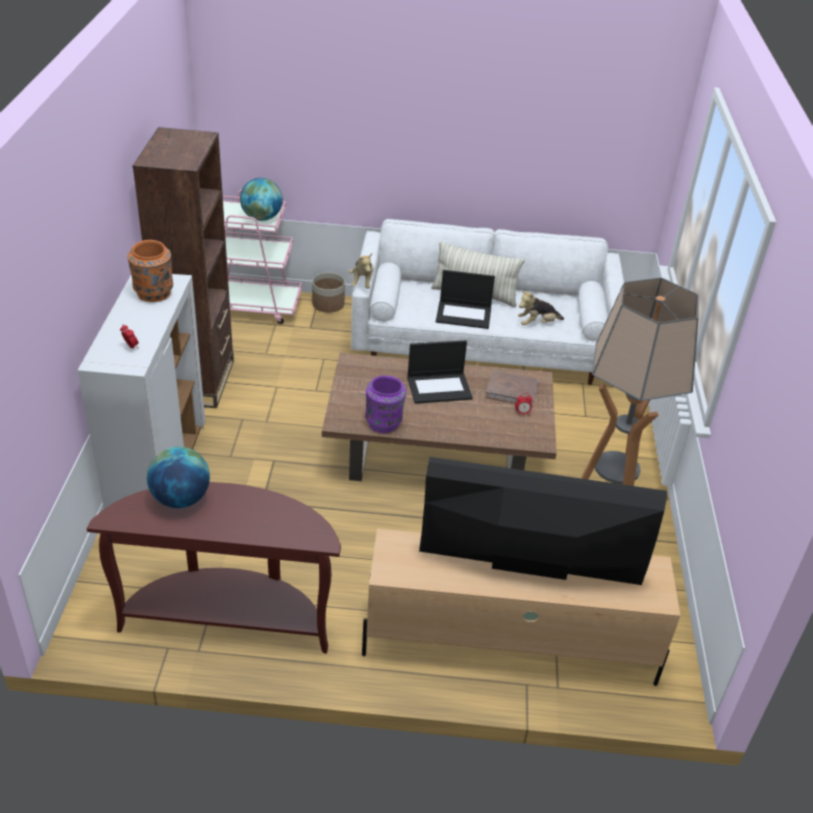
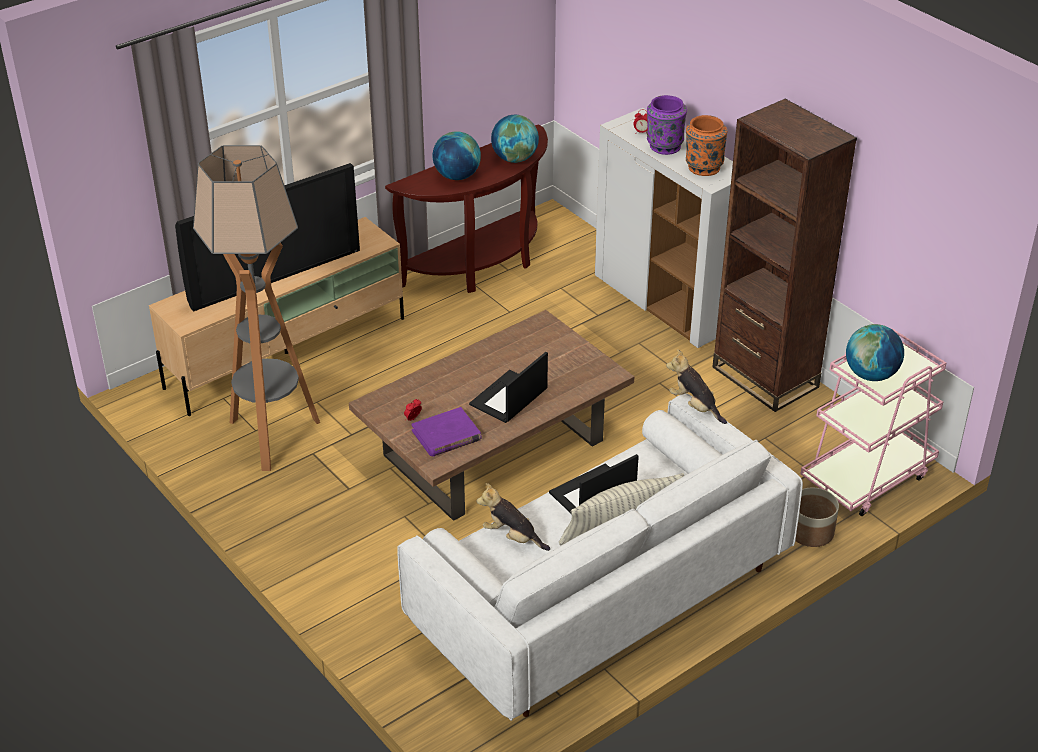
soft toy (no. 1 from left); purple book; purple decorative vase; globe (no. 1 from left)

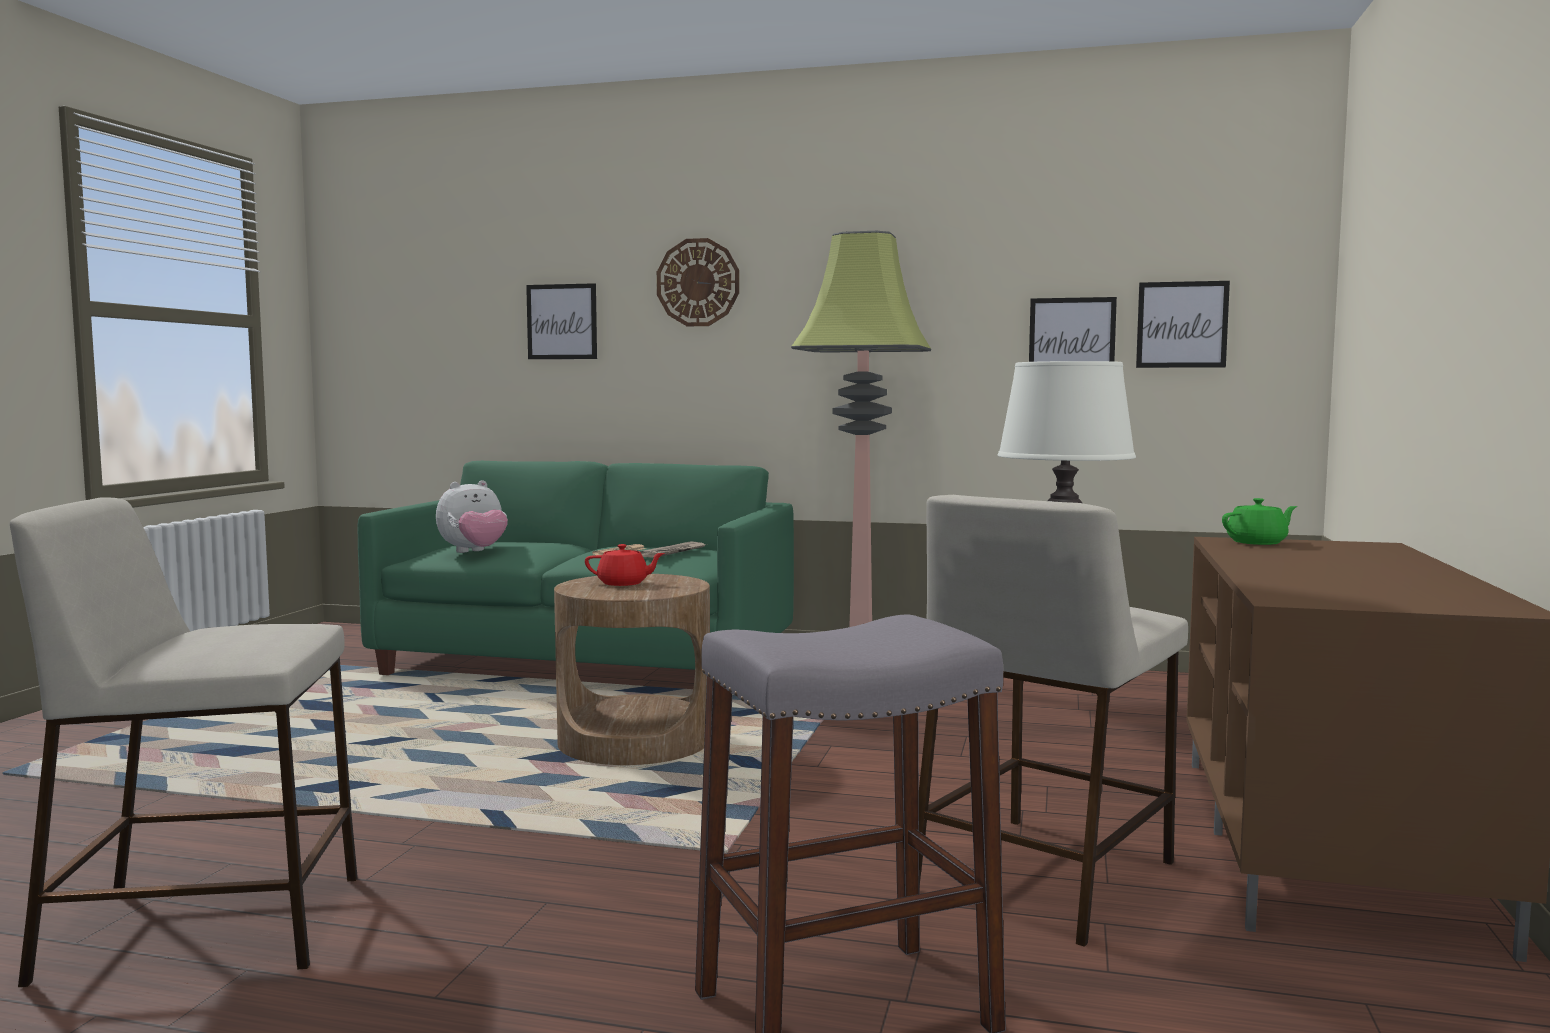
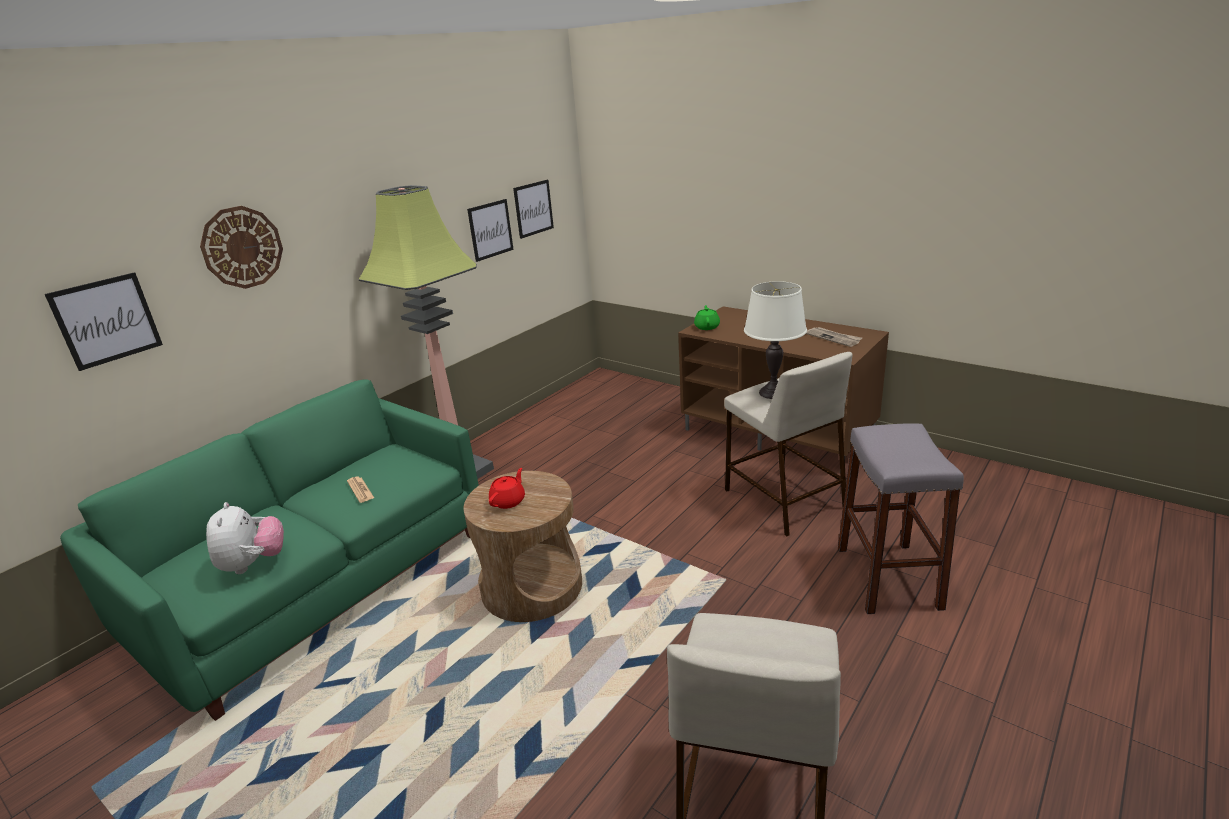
daily paper (no. 2 from left)

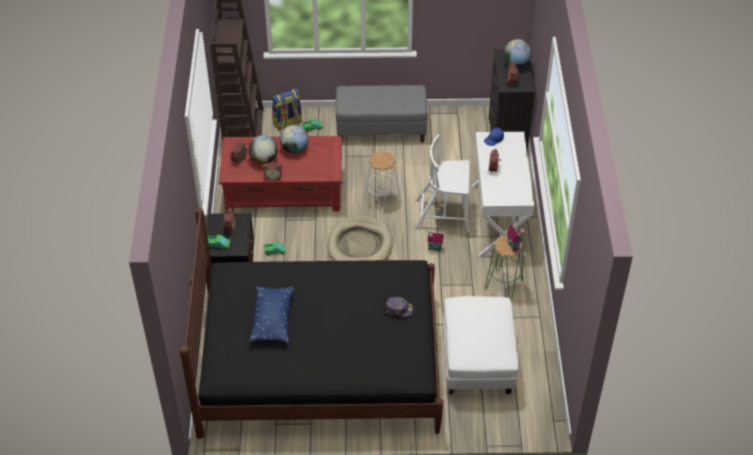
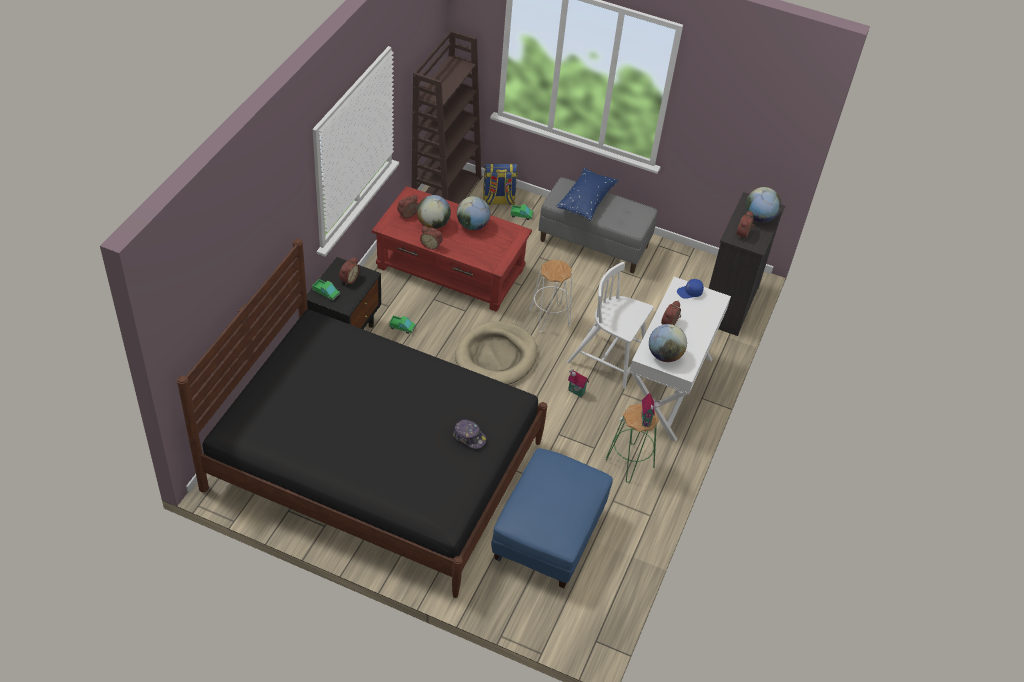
bluish cushion; bluish ottoman; globe (no. 3 from left)

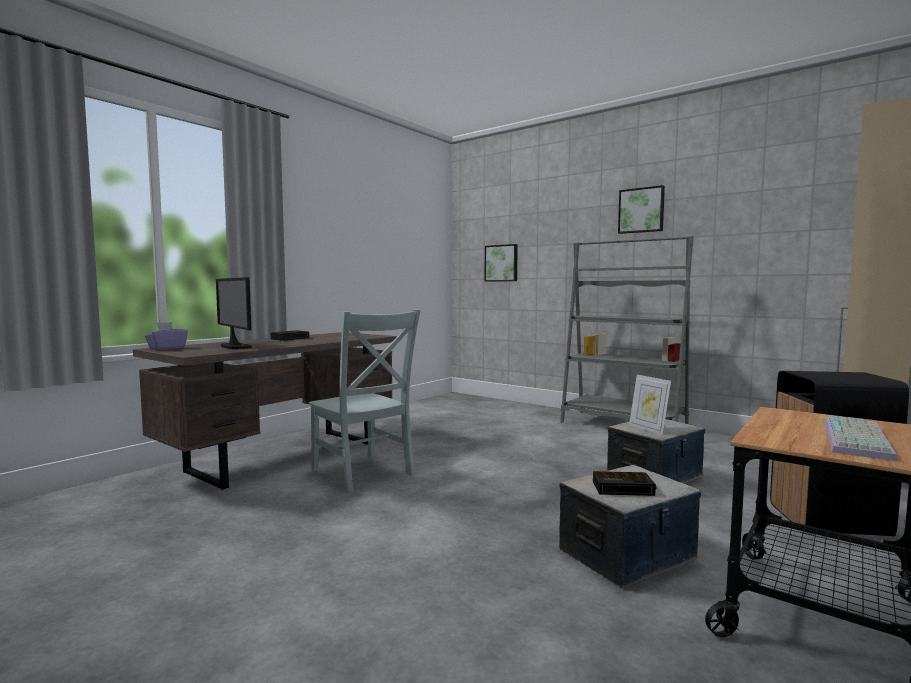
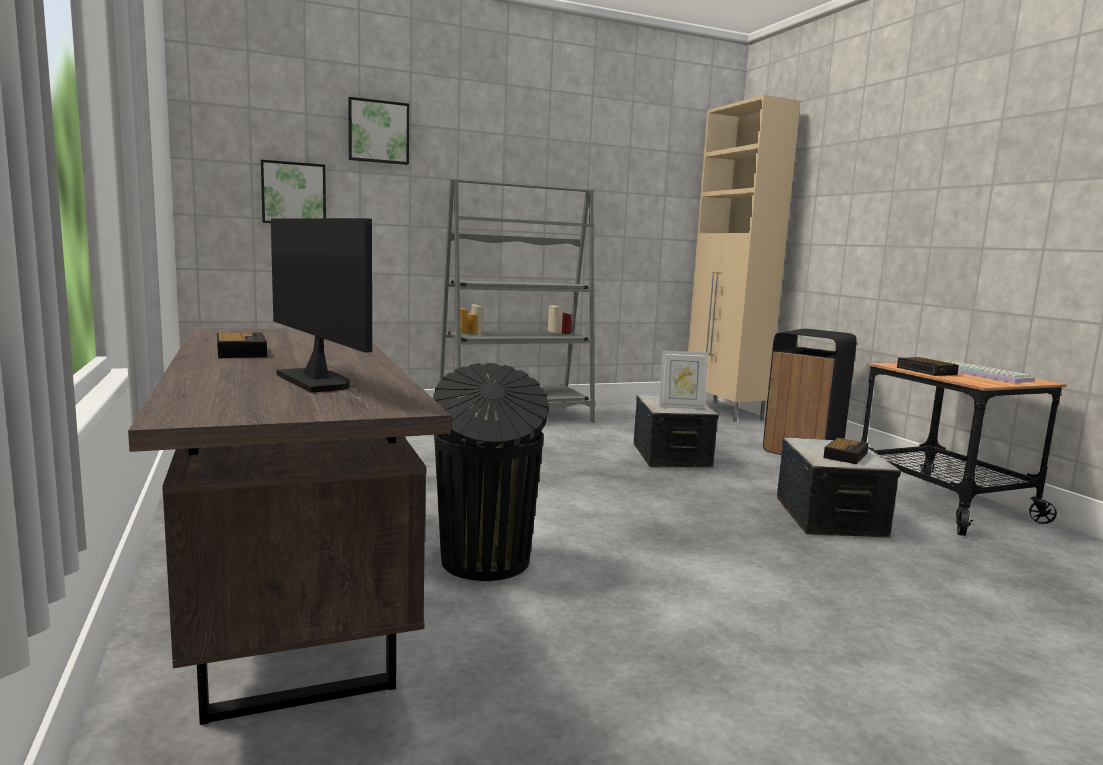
wall picture (no. 2 from left); monitor; black-coloured trash can (no. 1 from left); purple tissue holder; bedside clock (no. 3 from left)

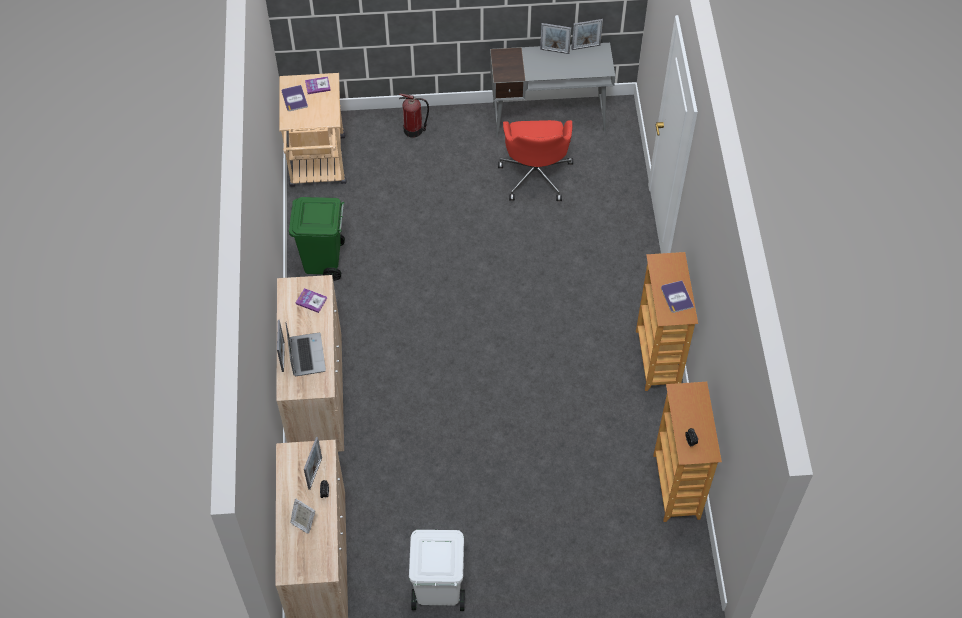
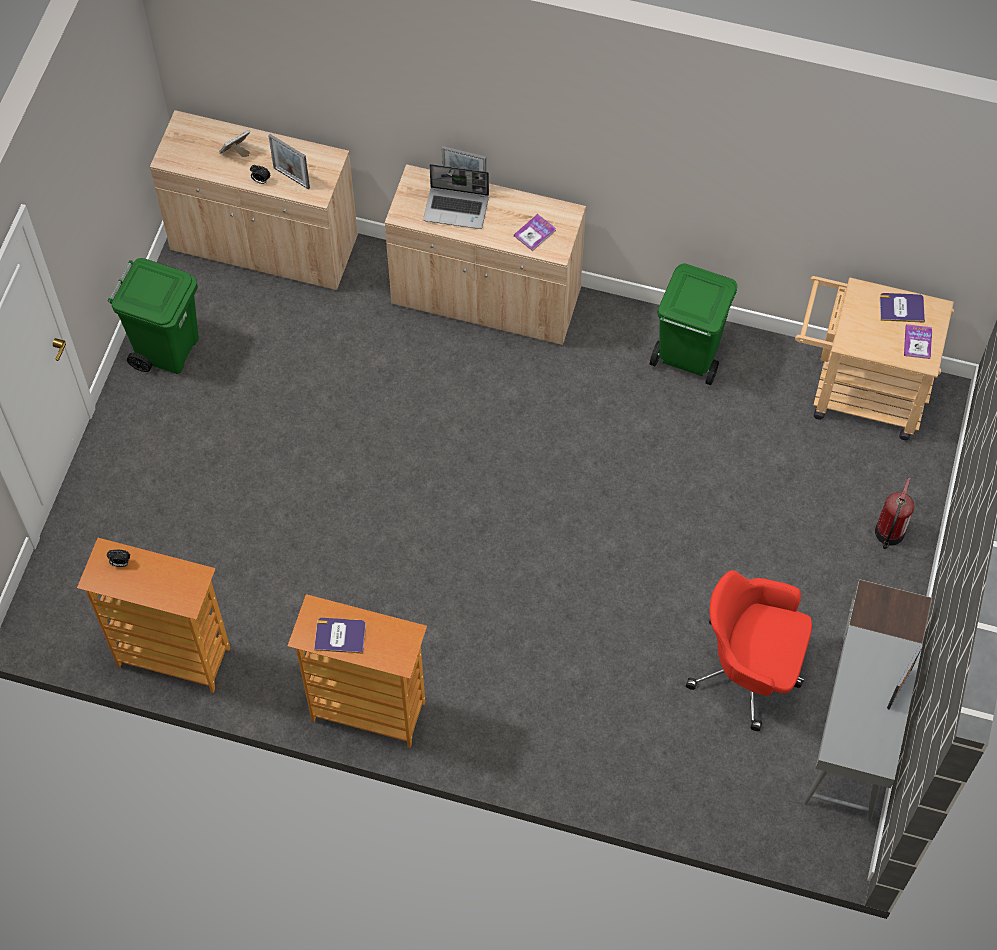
standing frame (no. 5 from left in the first image); greenish trash can (no. 1 from left)

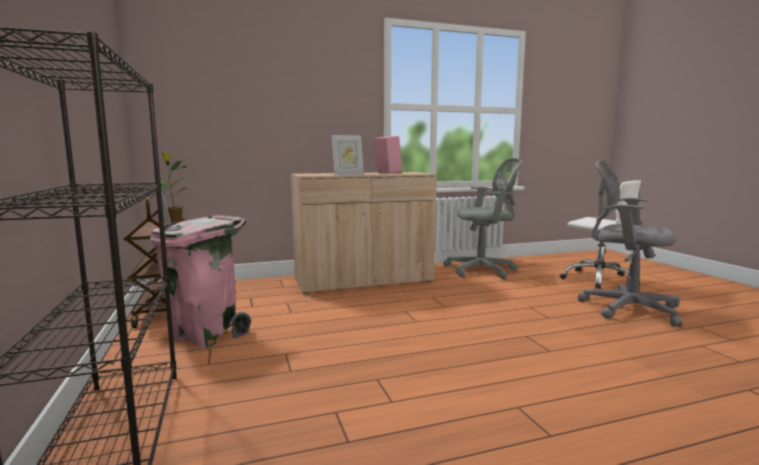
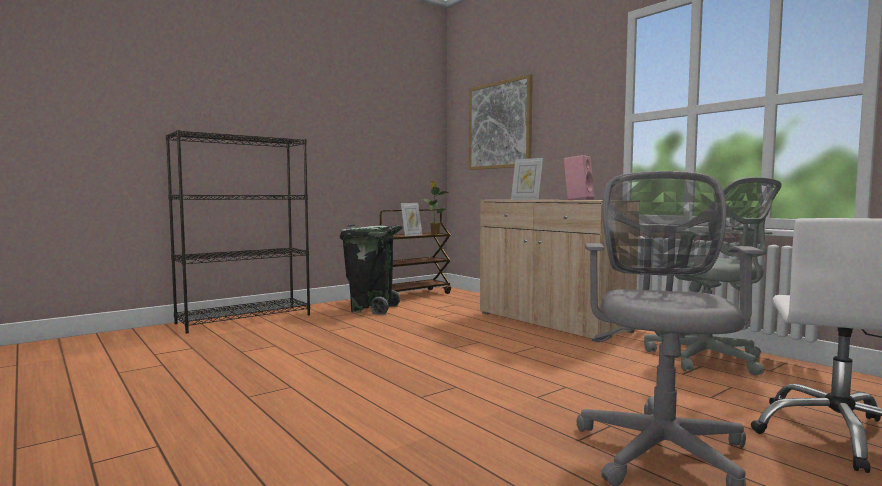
black-coloured trash can; wall picture

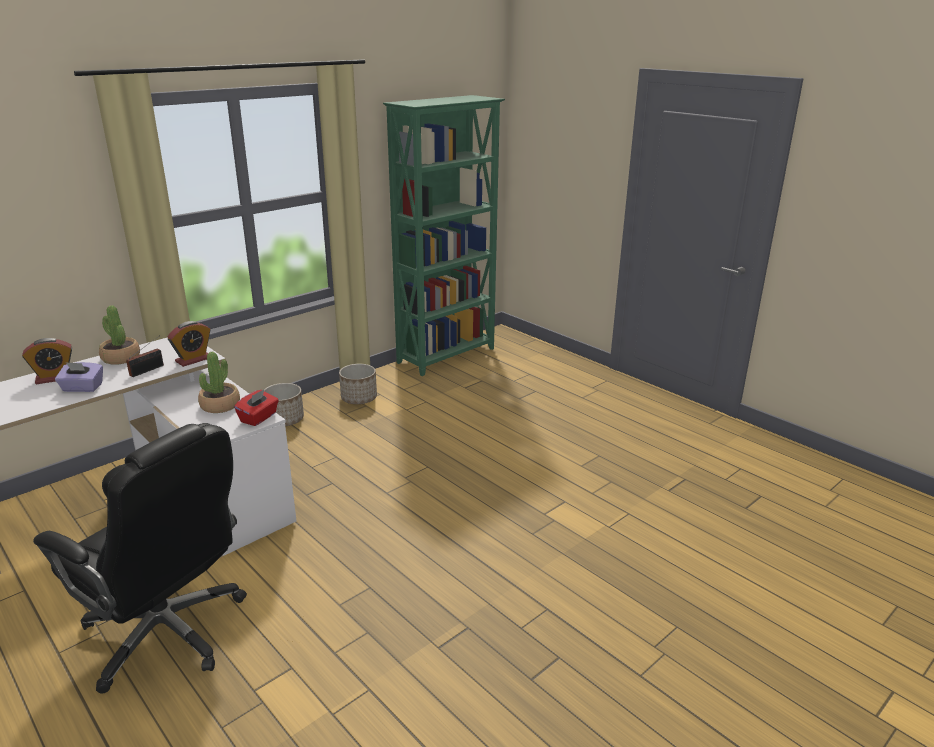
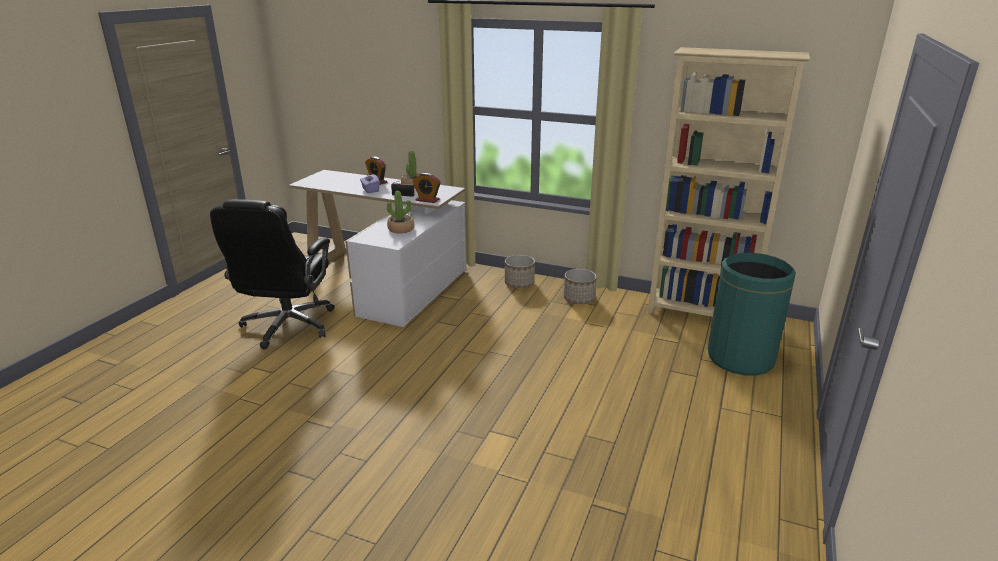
beige shelving unit; reddish tissue holder; greenish trash can

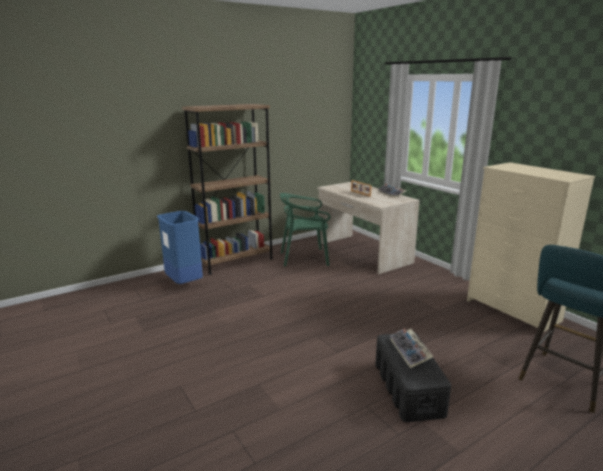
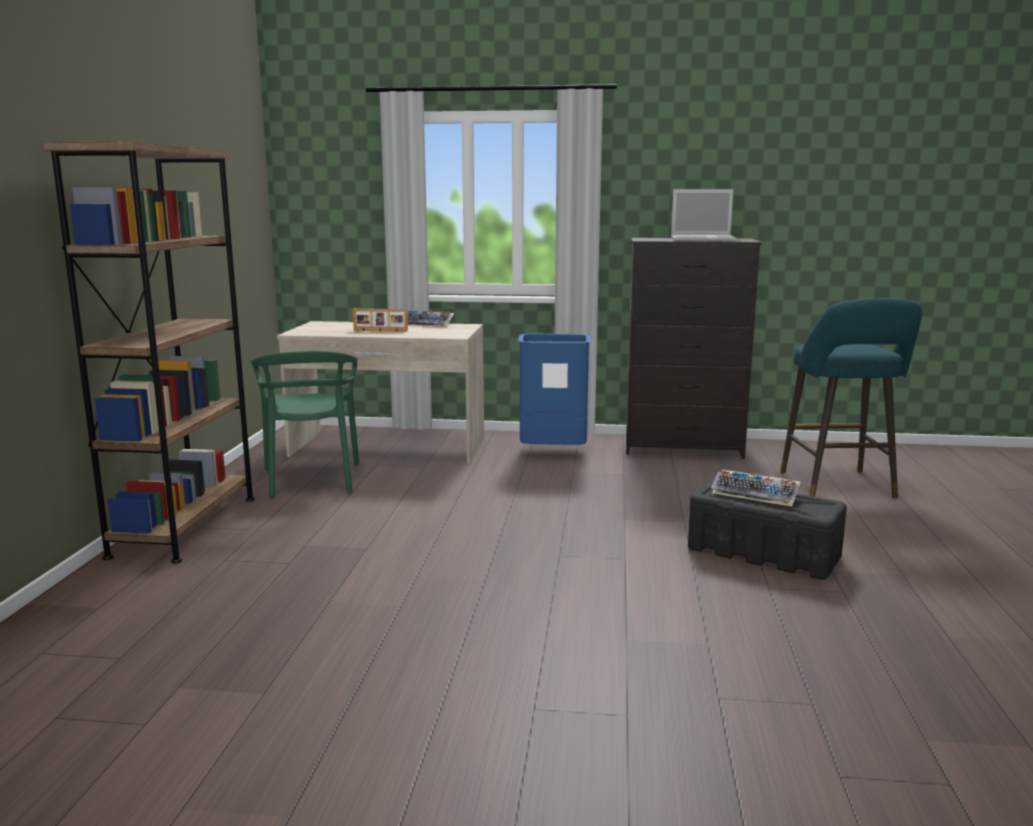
black-coloured chest of drawers; greenish upright chair; bluish trash can; laptop

